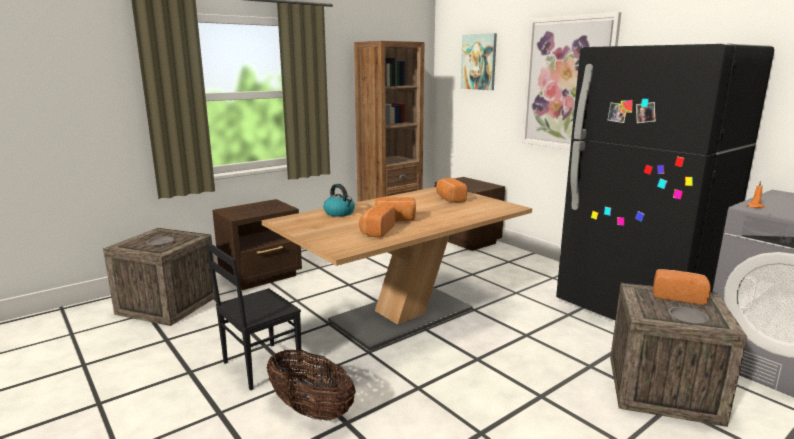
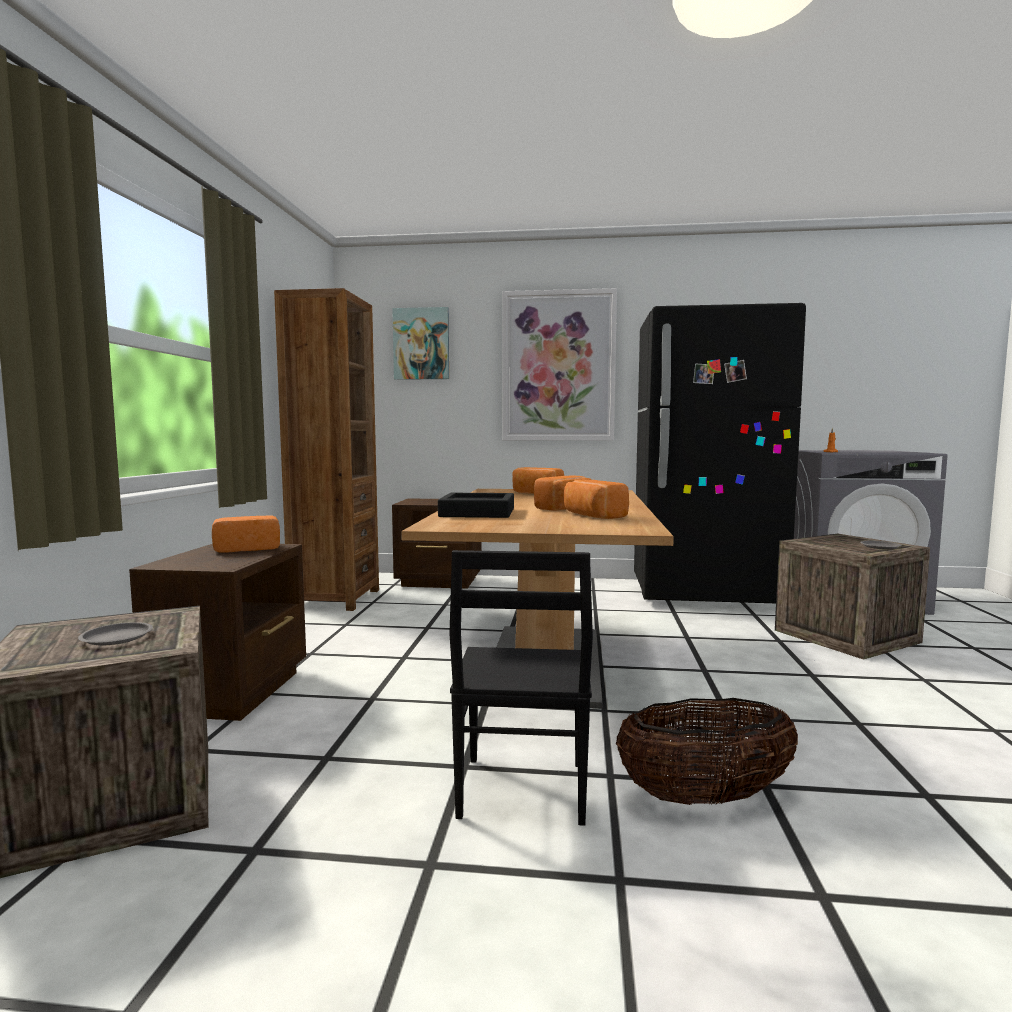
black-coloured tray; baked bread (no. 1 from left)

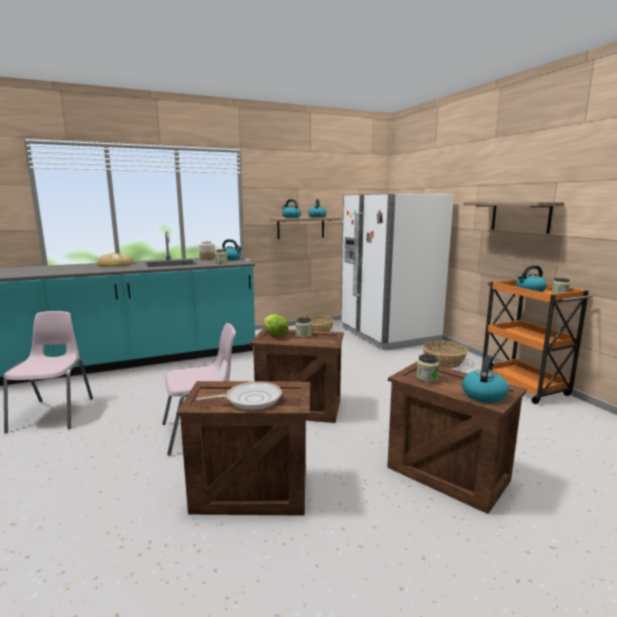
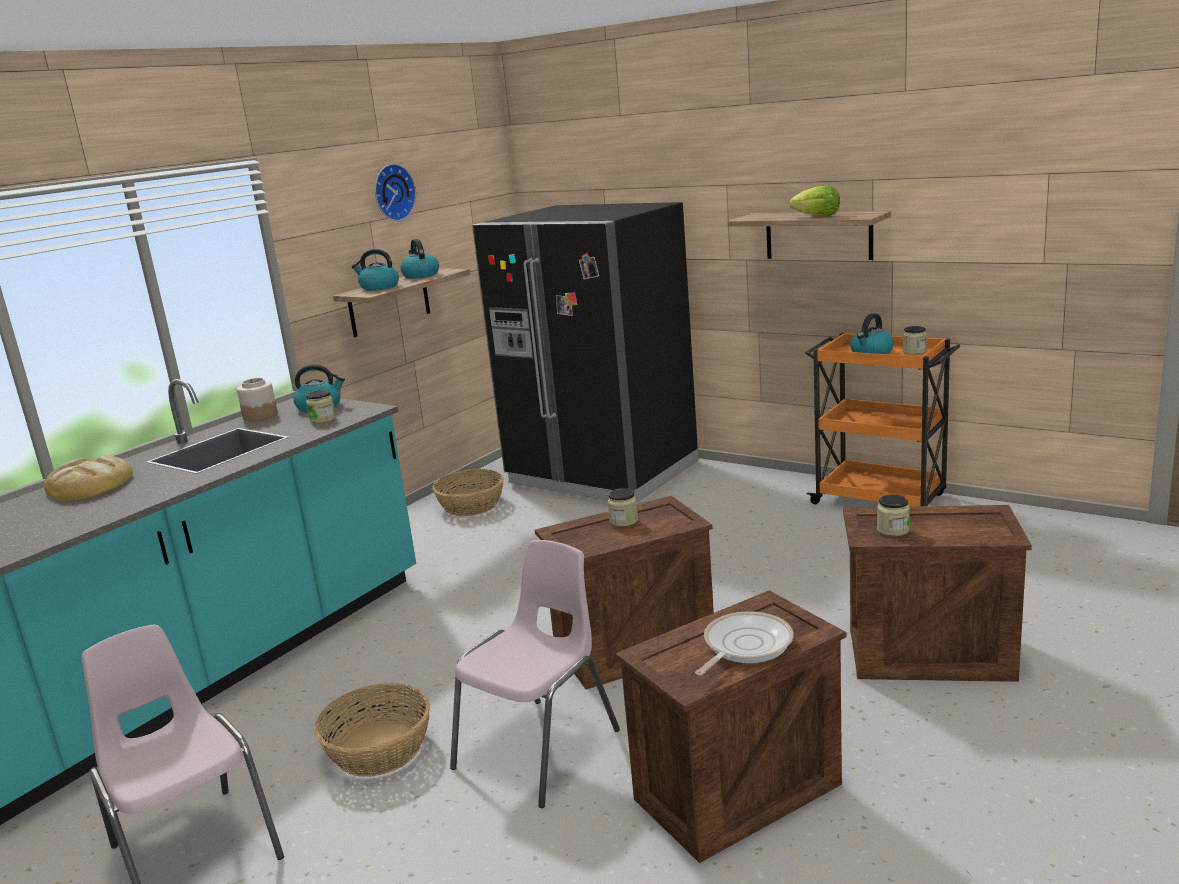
black-coloured refrigerator; head of lettuce; household basket (no. 1 from left); kettle (no. 4 from left in the first image); hanging clock

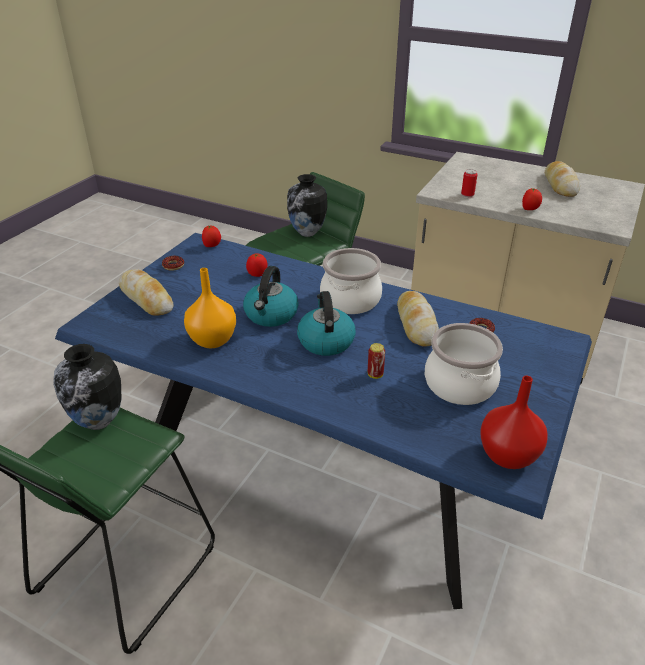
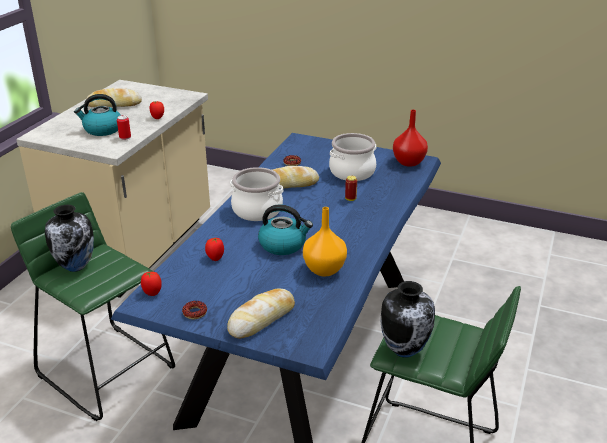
kettle (no. 1 from left)

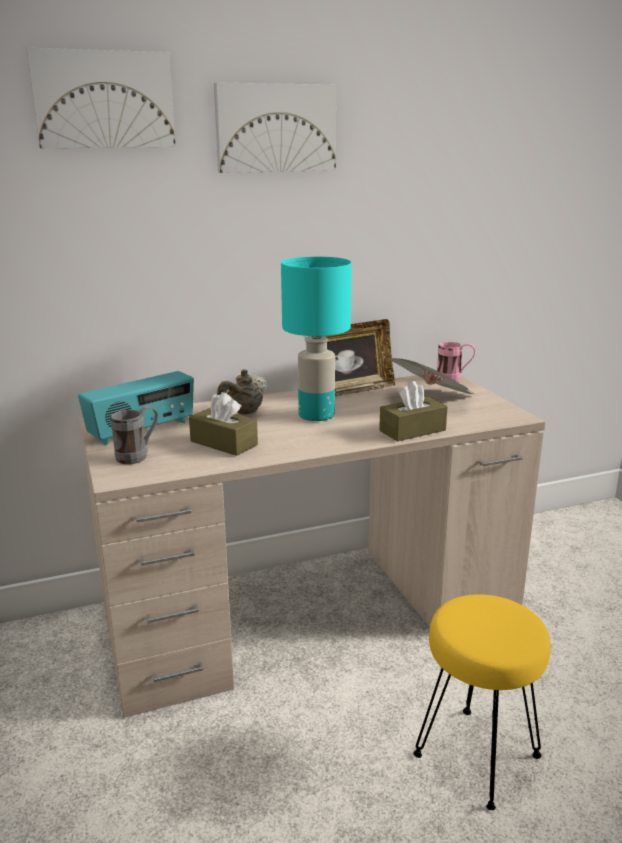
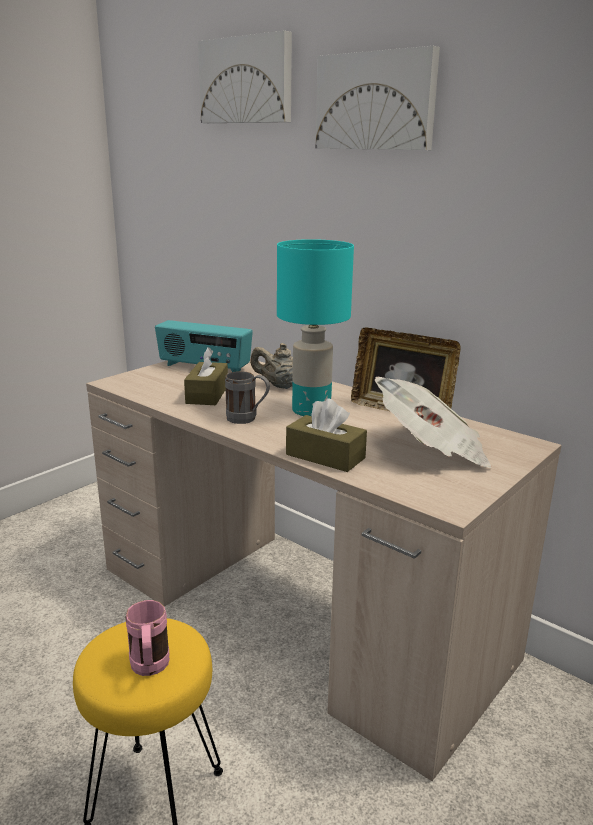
pink-coloured coffee mug; greyish coffee mug

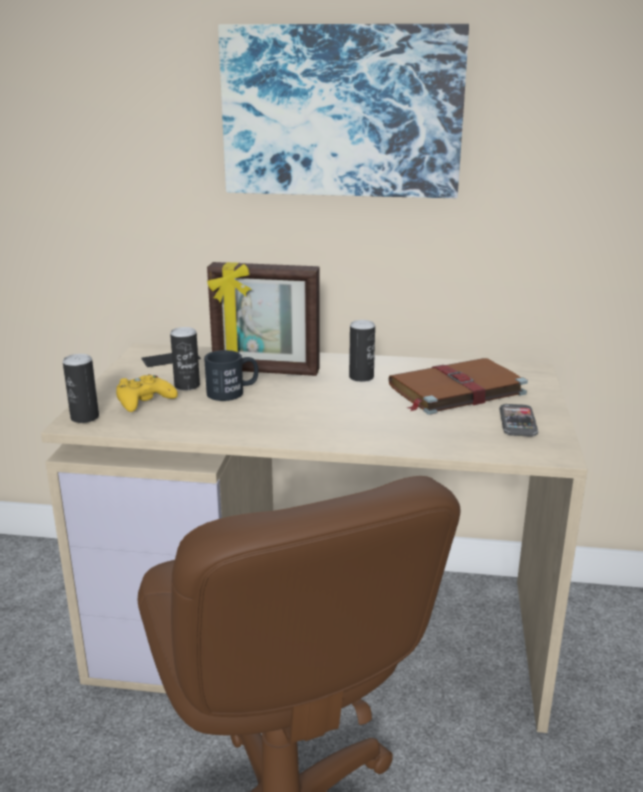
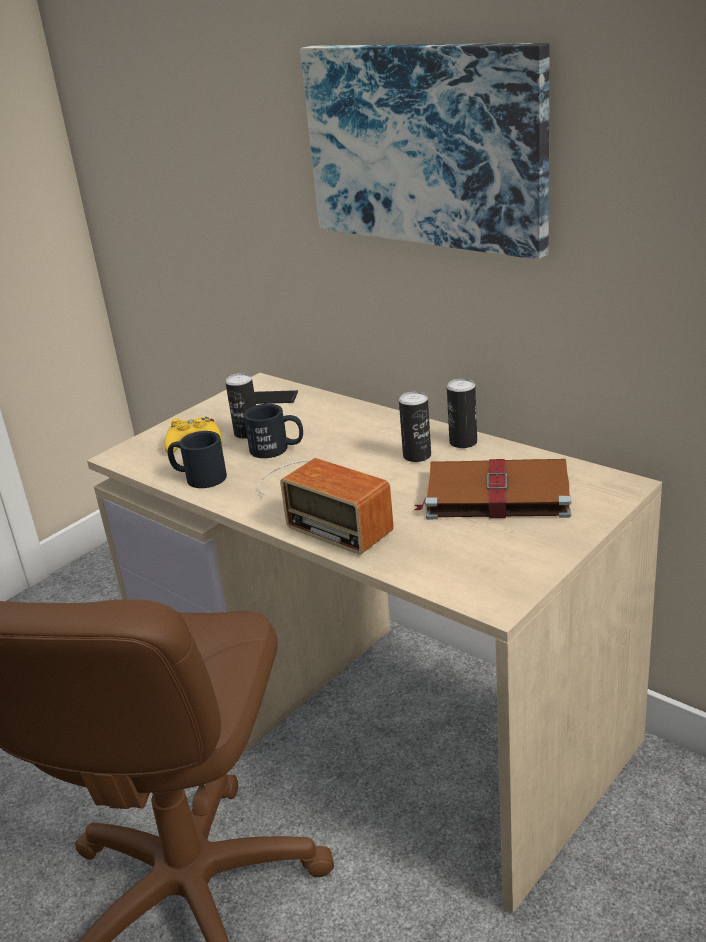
standing frame; sealed can (no. 3 from left); phone (no. 2 from left in the first image); black-coloured coffee mug (no. 1 from left); radio set

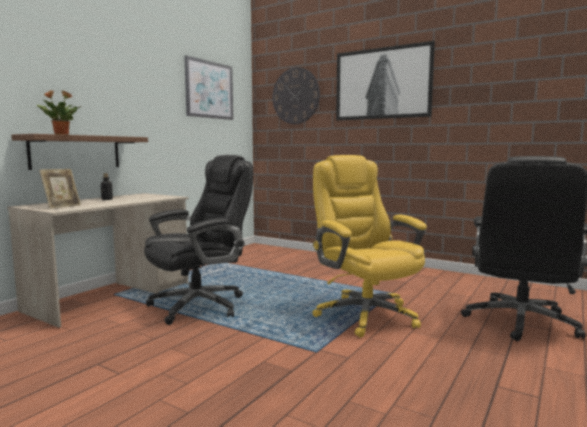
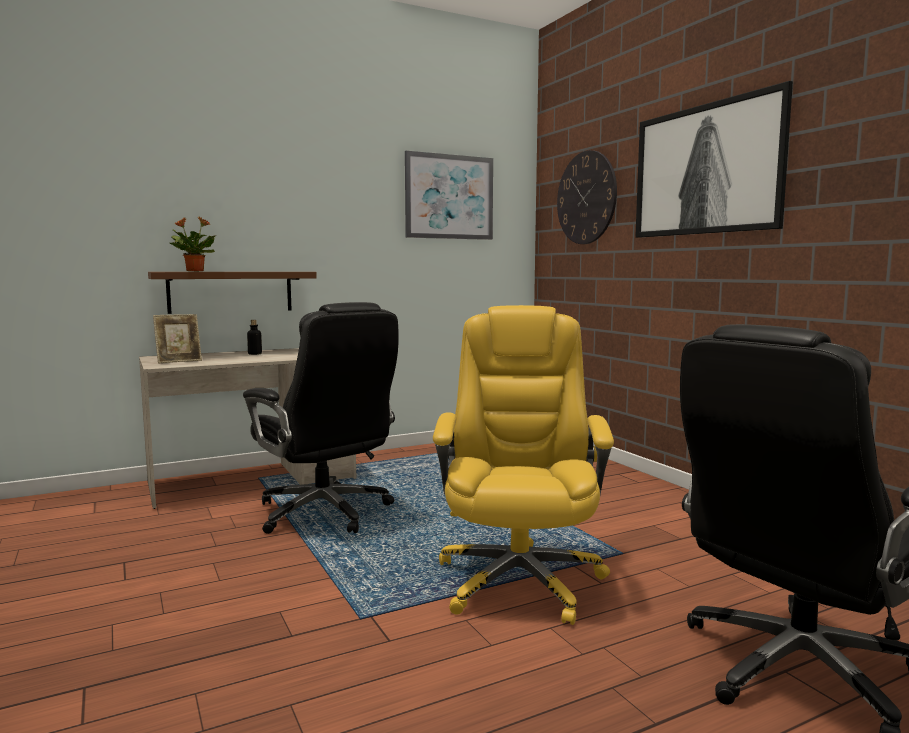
black-coloured desk chair (no. 1 from left)

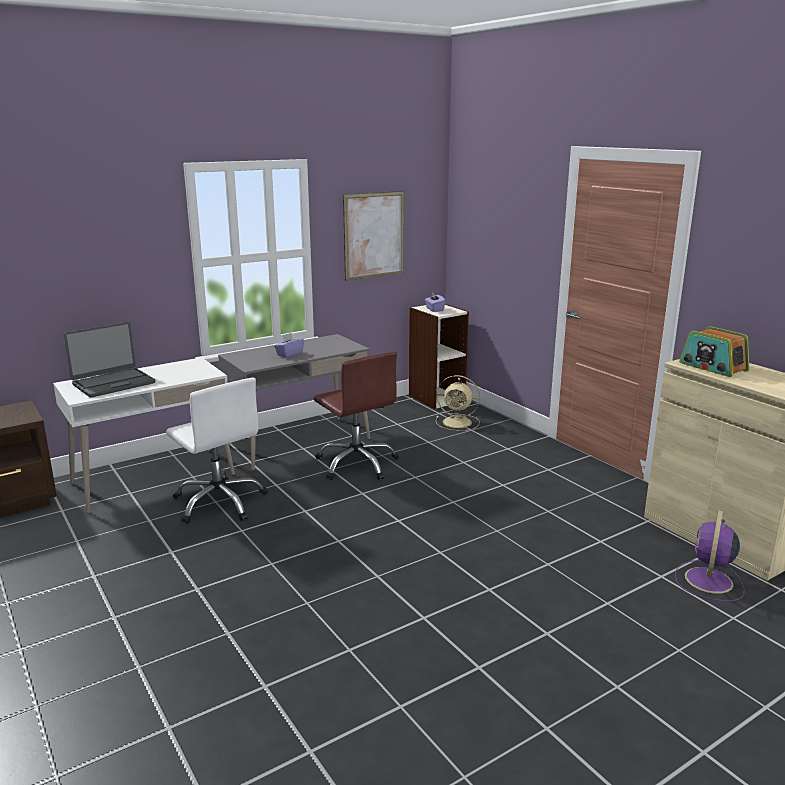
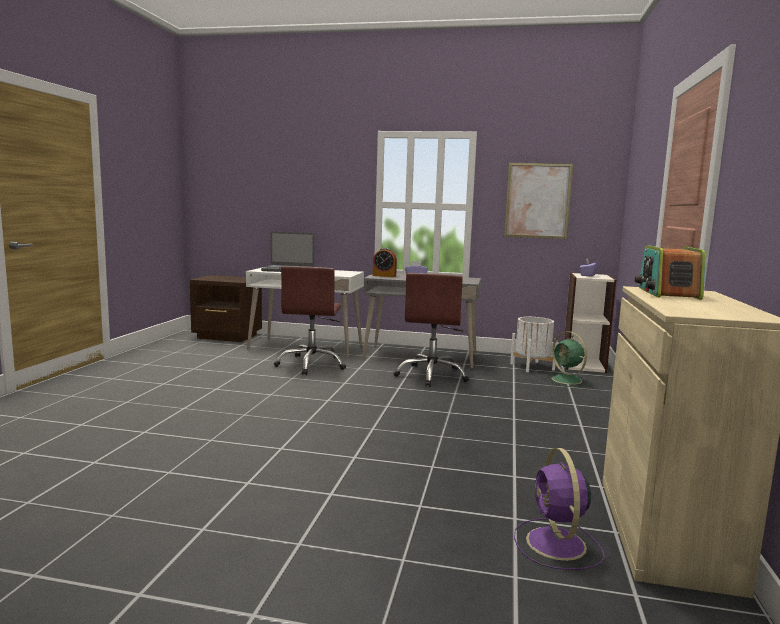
greenish fan; brown desk chair (no. 1 from left); purple fan; bedside clock; white flower pot

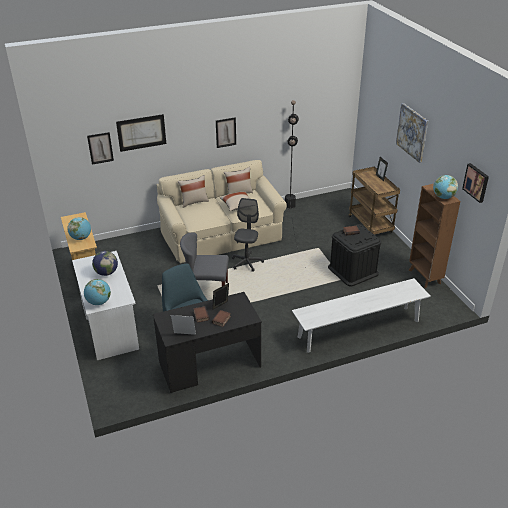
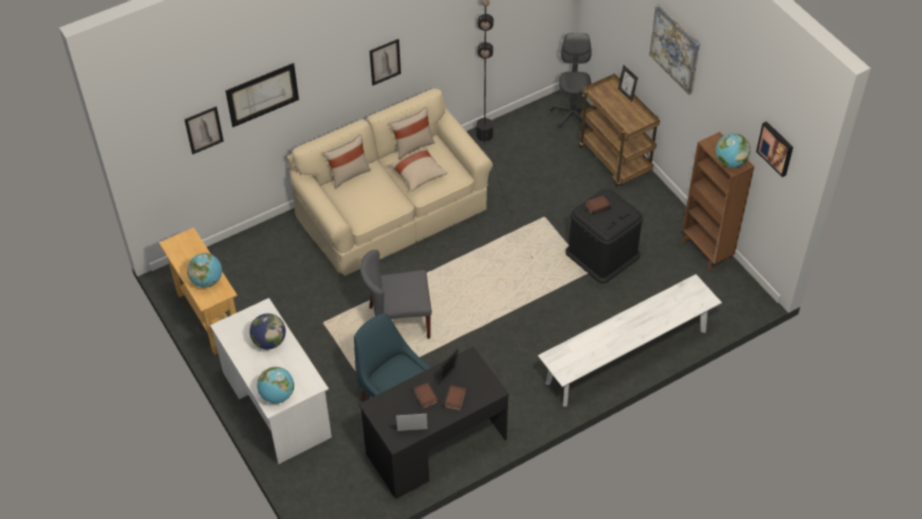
greyish desk chair

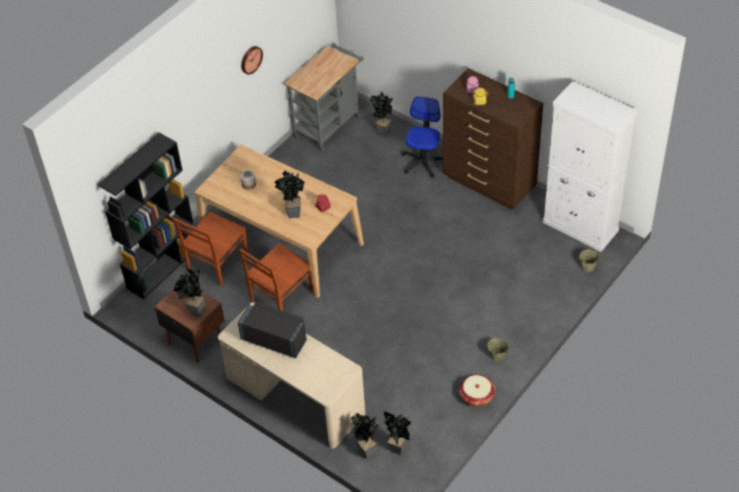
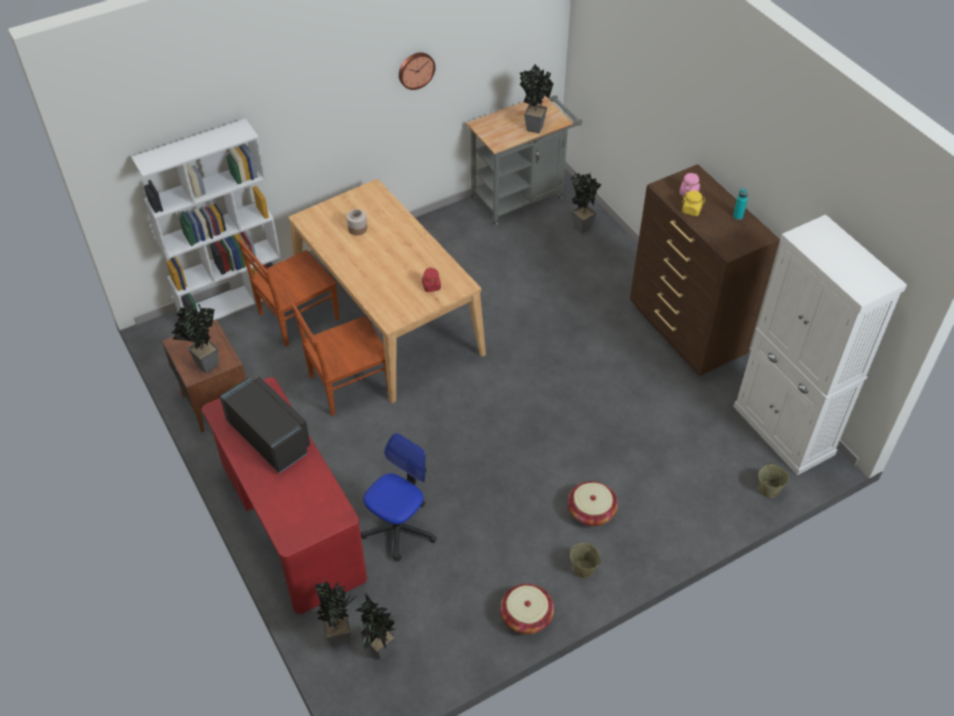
desk chair; white shelving unit; houseplant (no. 4 from left); reddish desk; household basket (no. 2 from left)

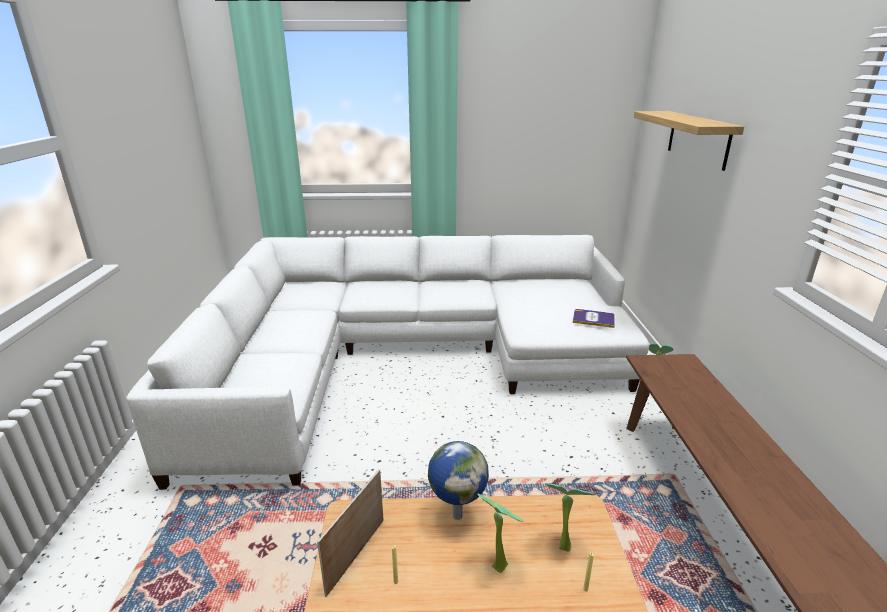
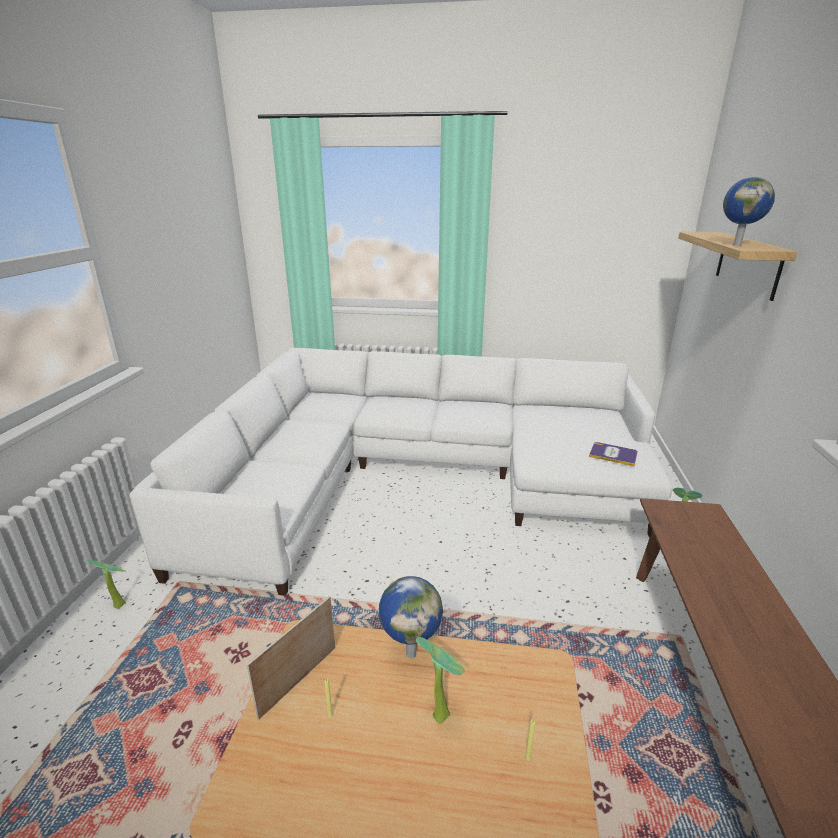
houseplant (no. 1 from left); globe (no. 2 from left)

